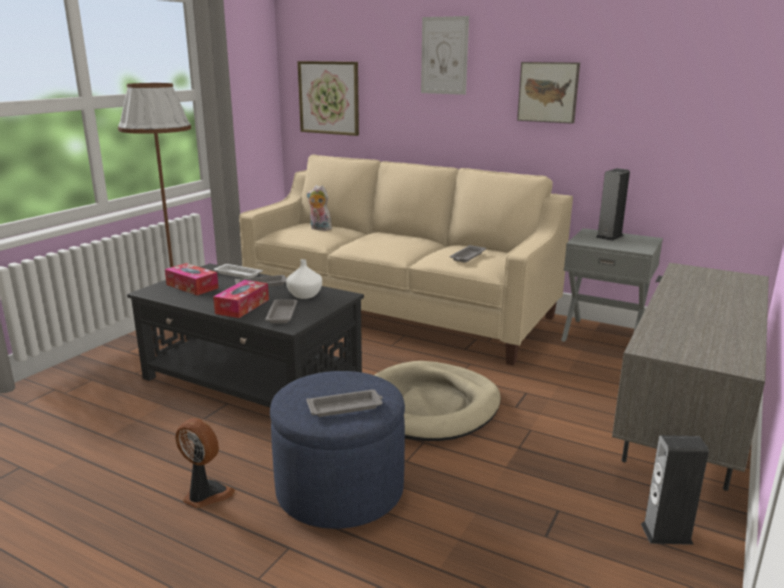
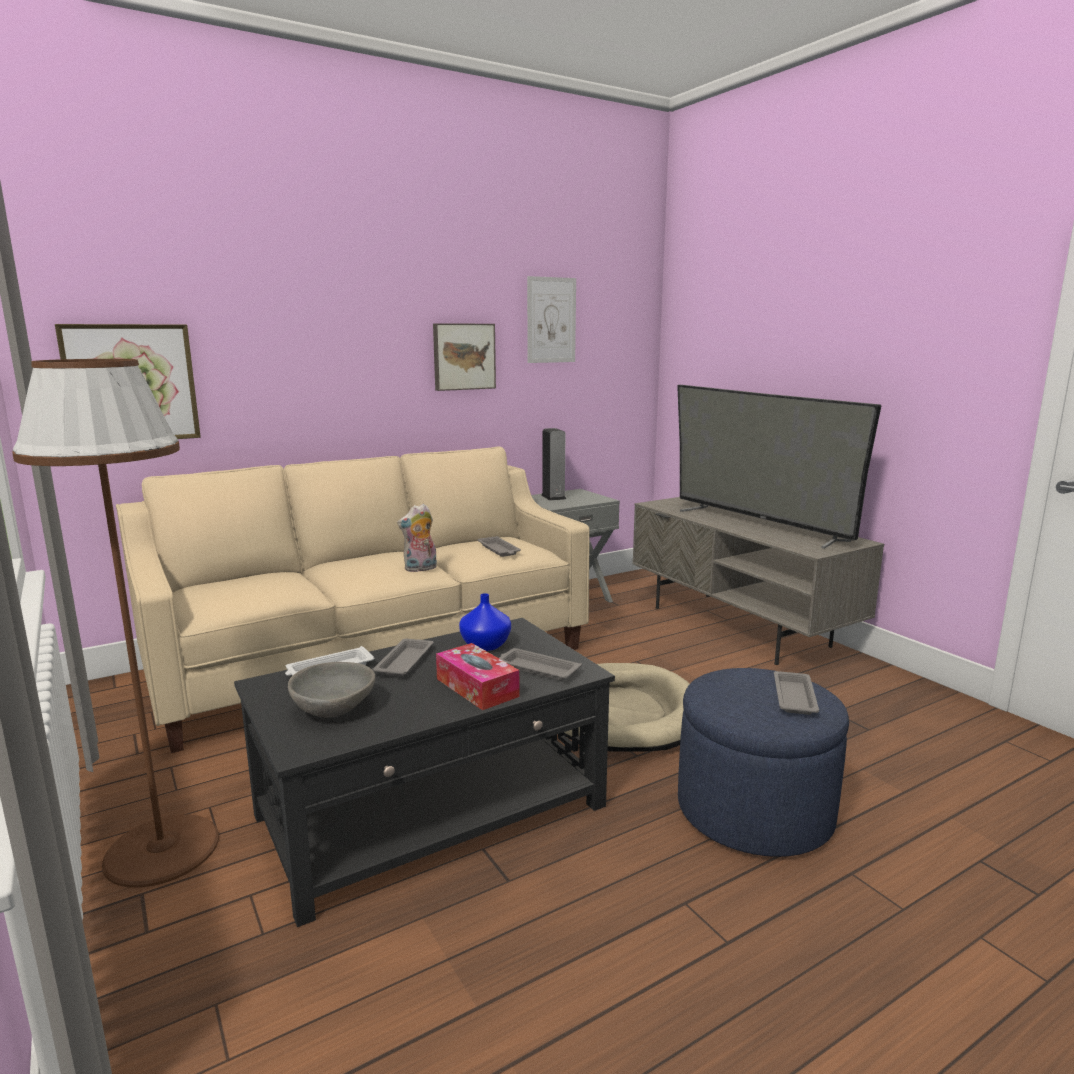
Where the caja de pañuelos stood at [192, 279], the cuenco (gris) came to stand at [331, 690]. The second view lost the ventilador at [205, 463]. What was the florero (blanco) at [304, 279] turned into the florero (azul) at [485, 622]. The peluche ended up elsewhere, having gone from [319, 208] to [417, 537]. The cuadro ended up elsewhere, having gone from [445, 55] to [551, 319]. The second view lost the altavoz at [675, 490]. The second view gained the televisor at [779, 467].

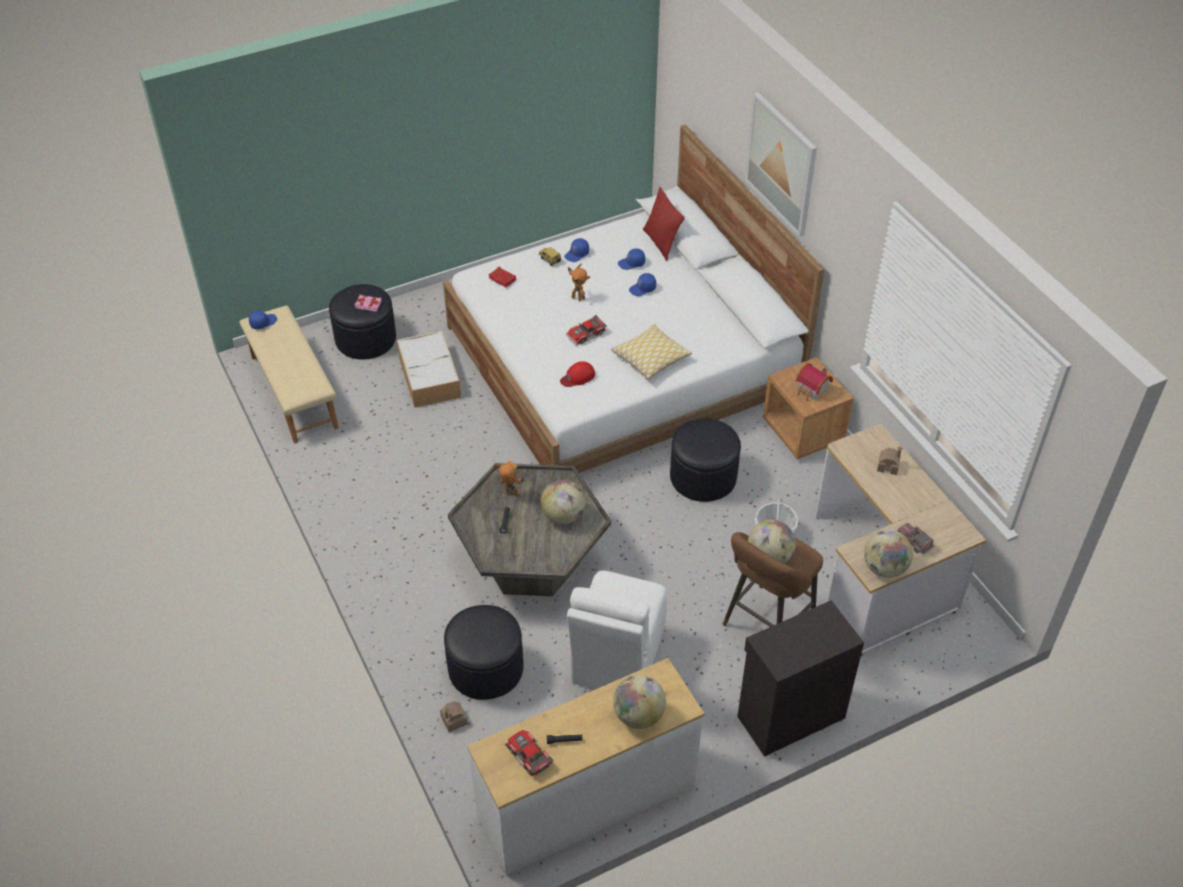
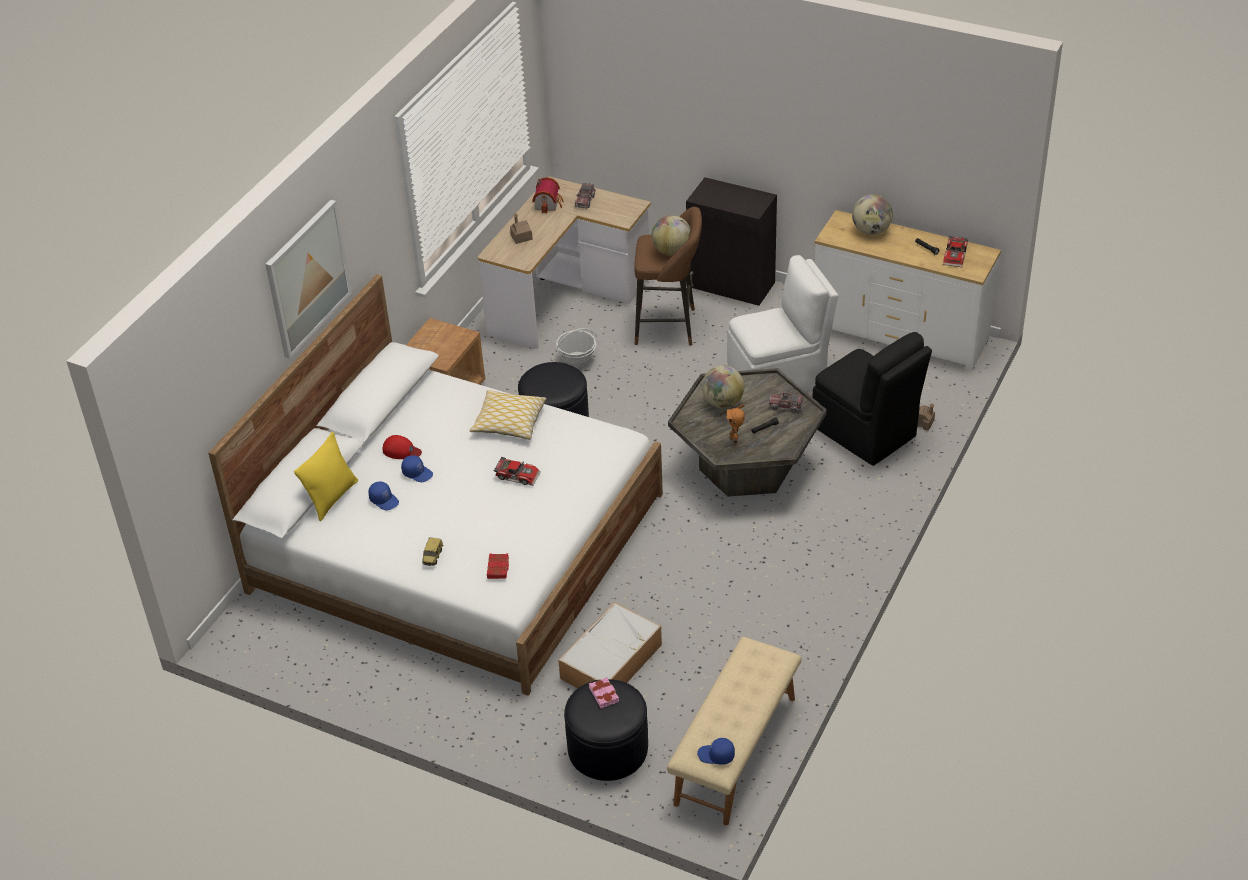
Where the puf (negro) stood at [484, 652], the silla (negro) came to stand at [872, 399]. The gorra (rojo) ended up elsewhere, having gone from [577, 374] to [402, 447]. The second view lost the gorra (azul) at [576, 250]. The second view lost the robot de juguete at [579, 282]. What was the cojín (rojo) at [664, 224] turned into the cojín (amarillo) at [326, 476]. The casita ended up elsewhere, having gone from [814, 382] to [548, 195]. The second view lost the globo terráqueo at [888, 554]. The second view gained the camión de juguete at [786, 402].

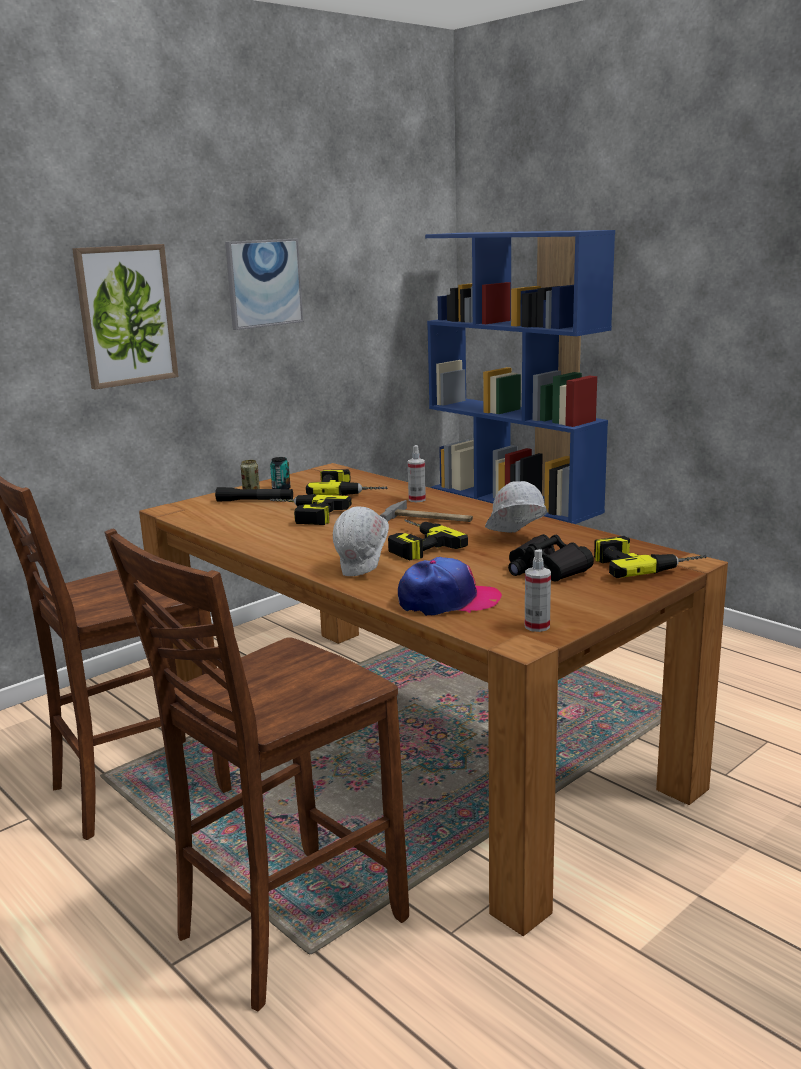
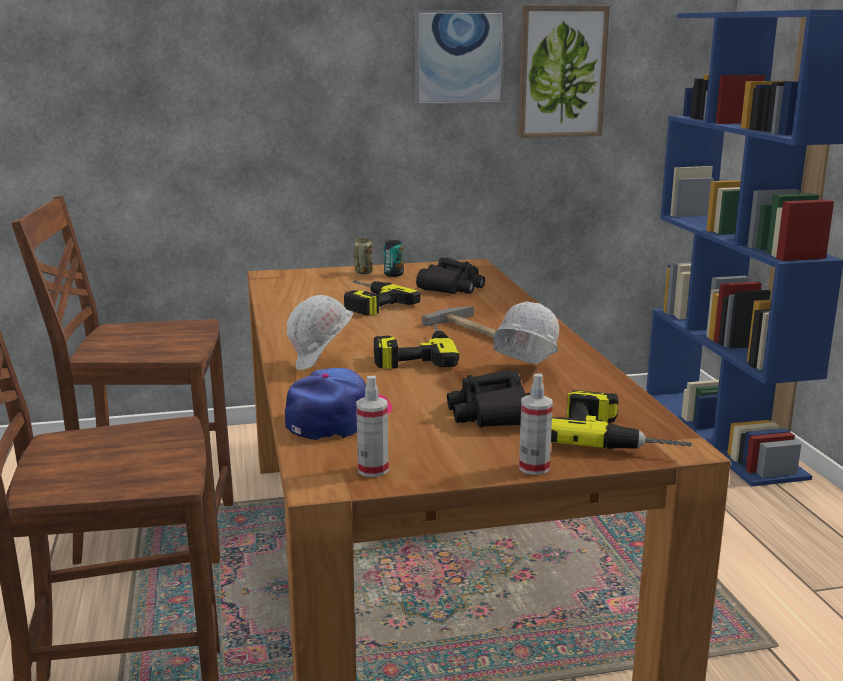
The cuadro ended up elsewhere, having gone from [125, 317] to [564, 71]. The second view lost the linterna (negro) at [254, 494]. Where the taladro stood at [346, 482], the prismáticos (negro) came to stand at [450, 275]. The gorra at [450, 586] ended up facing another way, 75 degrees counterclockwise from before. The pulverizador ended up elsewhere, having gone from [417, 473] to [536, 424].

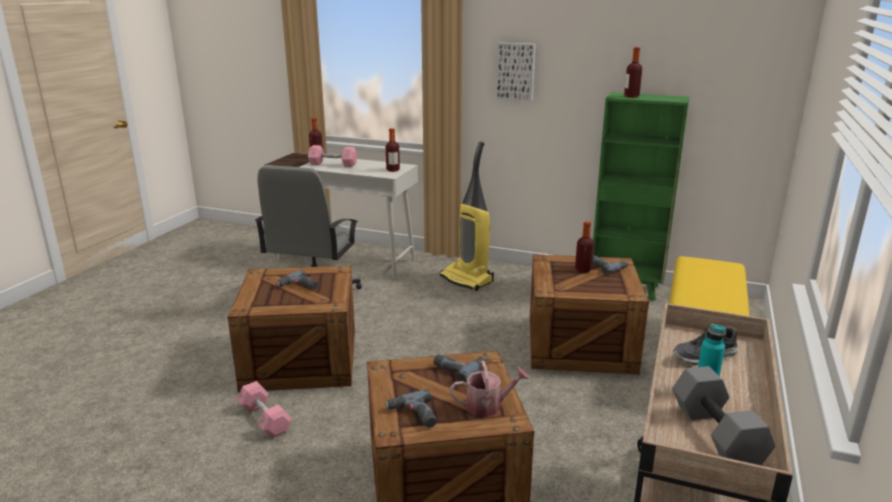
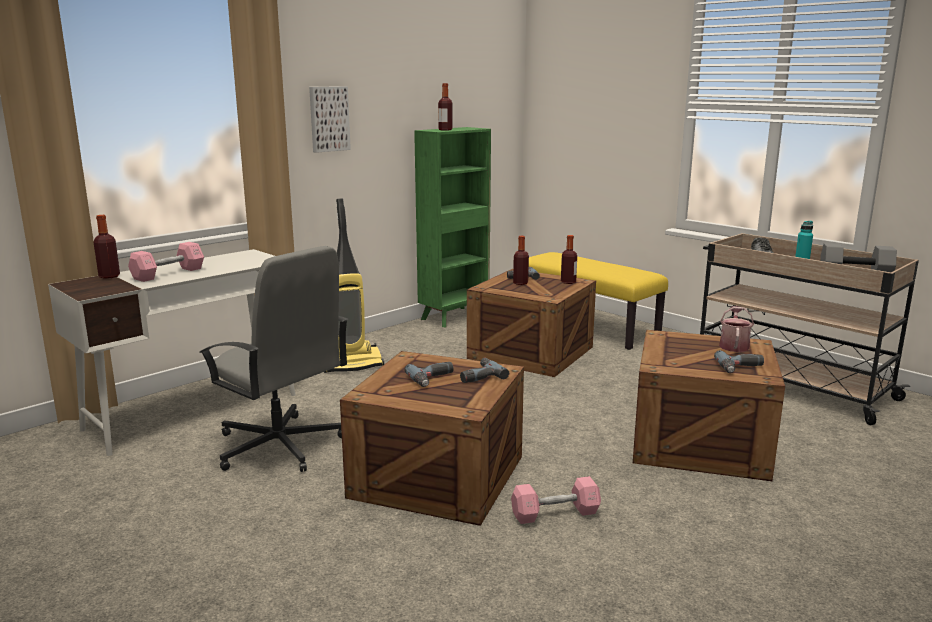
The botella ended up elsewhere, having gone from [393, 150] to [569, 259]. The taladro ended up elsewhere, having gone from [459, 368] to [484, 370].

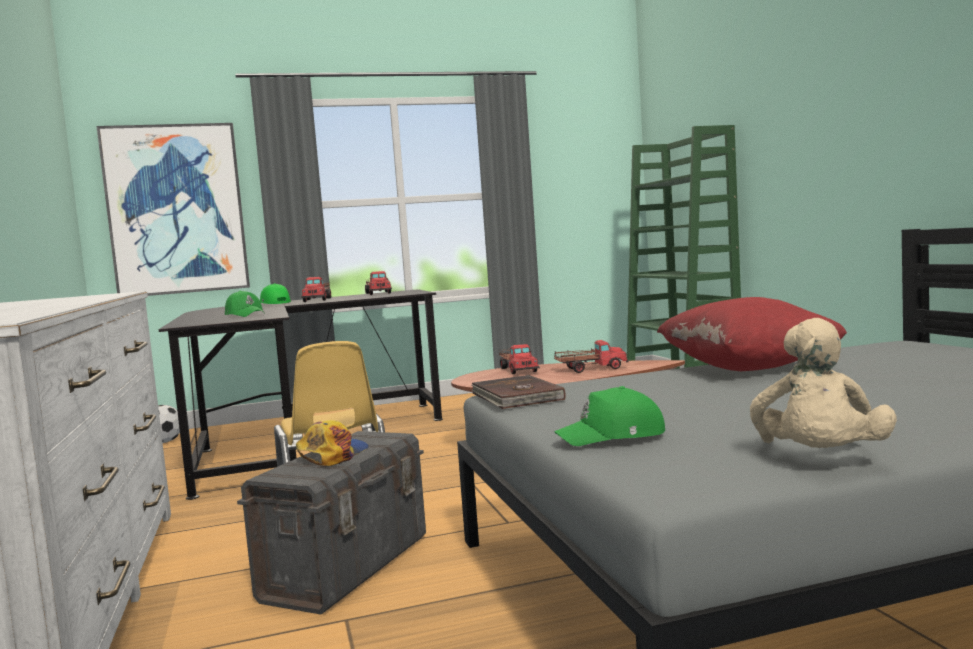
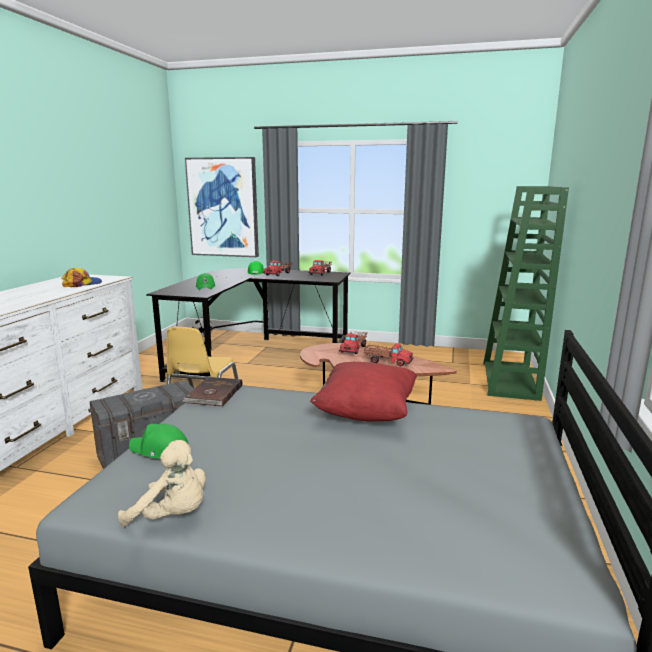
The gorra ended up elsewhere, having gone from [332, 443] to [81, 277]. The peluche (beis) at [823, 383] ended up facing another way, 120 degrees counterclockwise from before.

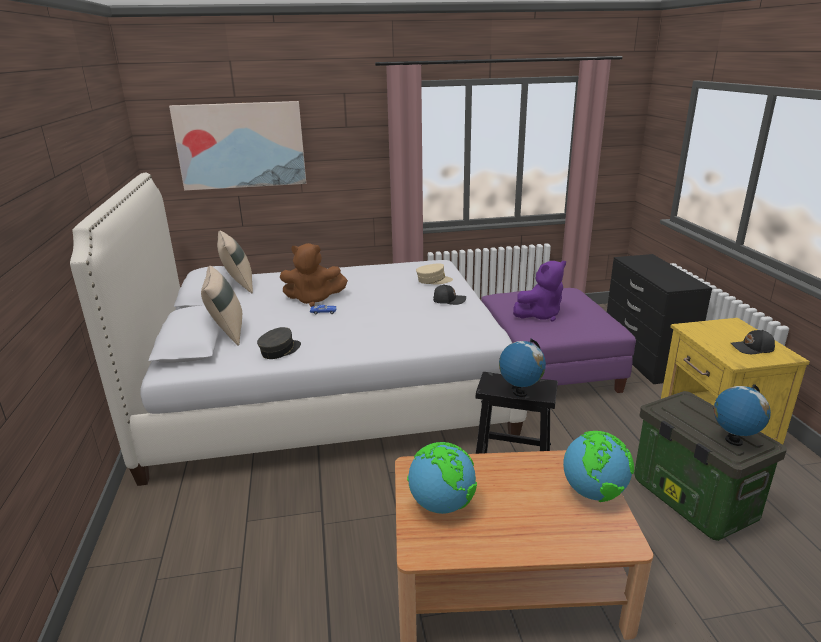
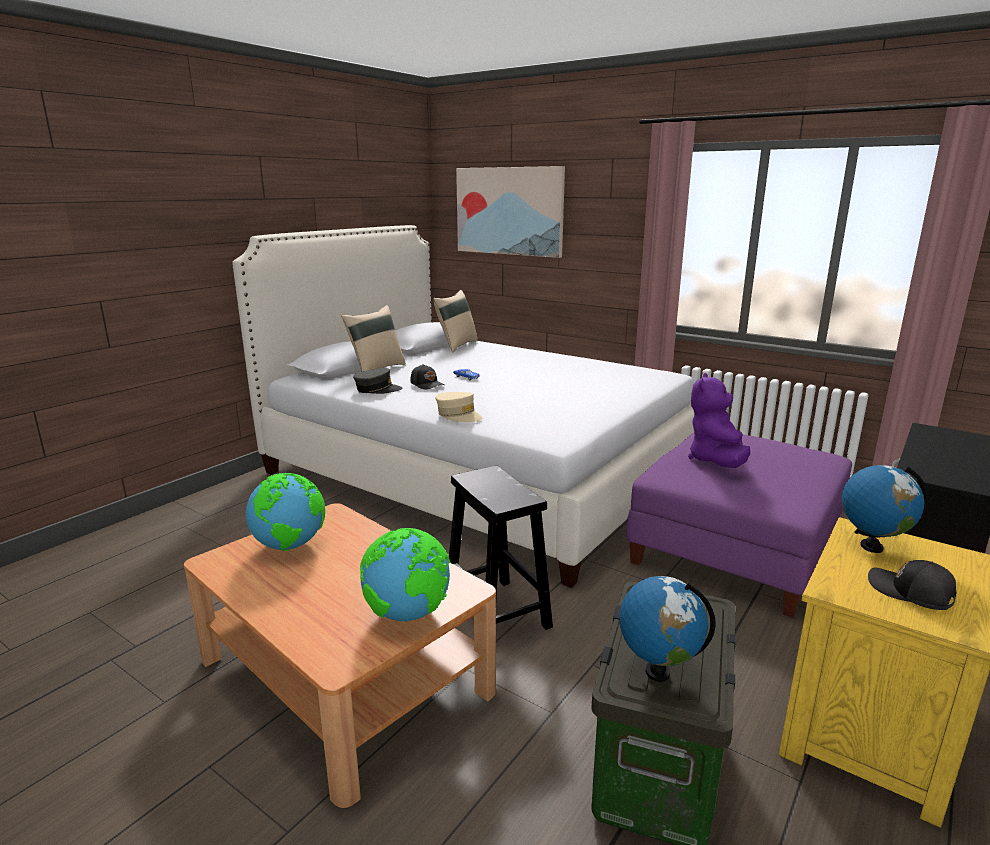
The second view lost the peluche (marrón) at [314, 275]. The gorra (beis) ended up elsewhere, having gone from [434, 274] to [459, 407]. The gorra (negro) ended up elsewhere, having gone from [449, 294] to [427, 376]. The globo terráqueo ended up elsewhere, having gone from [522, 368] to [885, 509]. The peluche (morado) at [539, 291] ended up facing another way, 90 degrees clockwise from before.

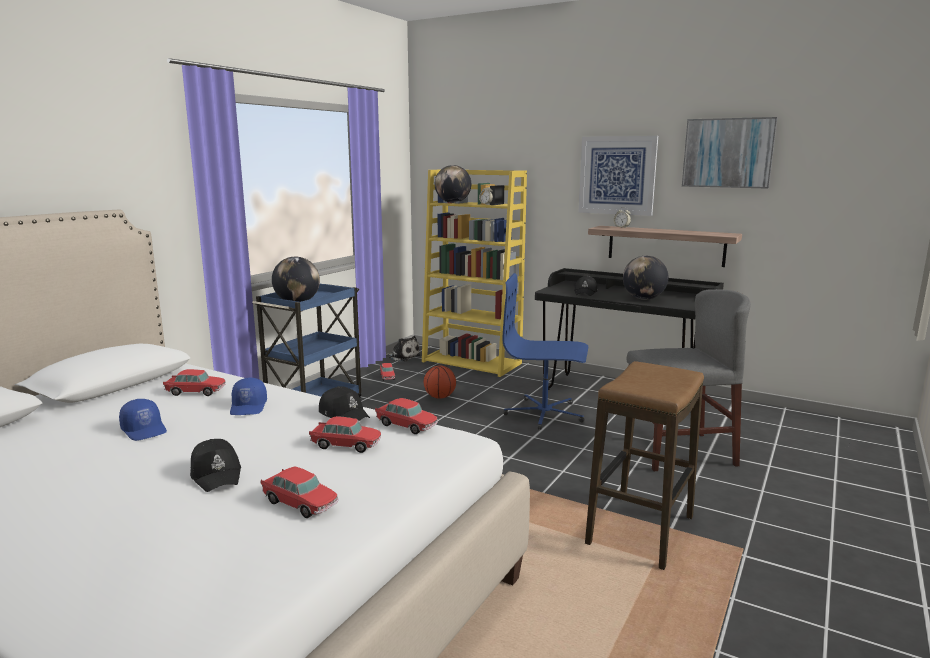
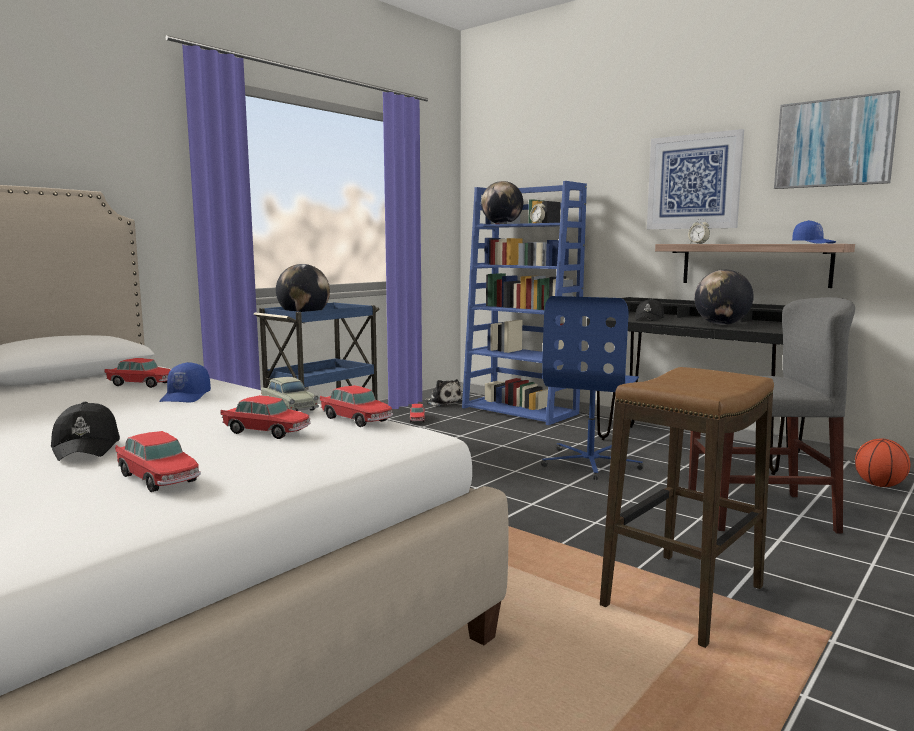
The gorra (azul) ended up elsewhere, having gone from [143, 420] to [814, 232]. Where the gorra (negro) stood at [344, 403], the coche de juguete (beis) came to stand at [290, 394]. What was the estantería (amarillo) at [474, 273] turned into the estantería (azul) at [524, 303]. The balón de baloncesto ended up elsewhere, having gone from [440, 382] to [882, 463]. The silla de oficina (azul) at [545, 351] ended up facing another way, 90 degrees counterclockwise from before.

